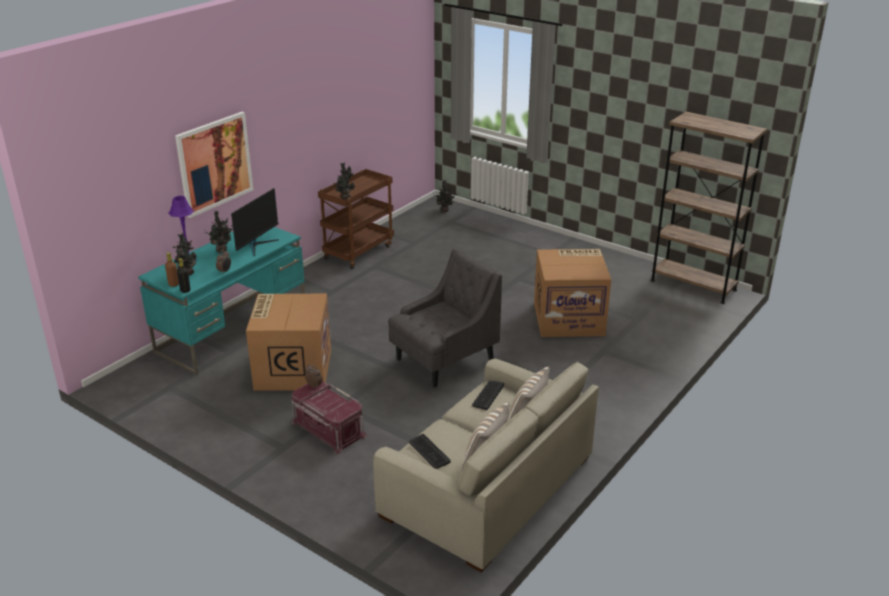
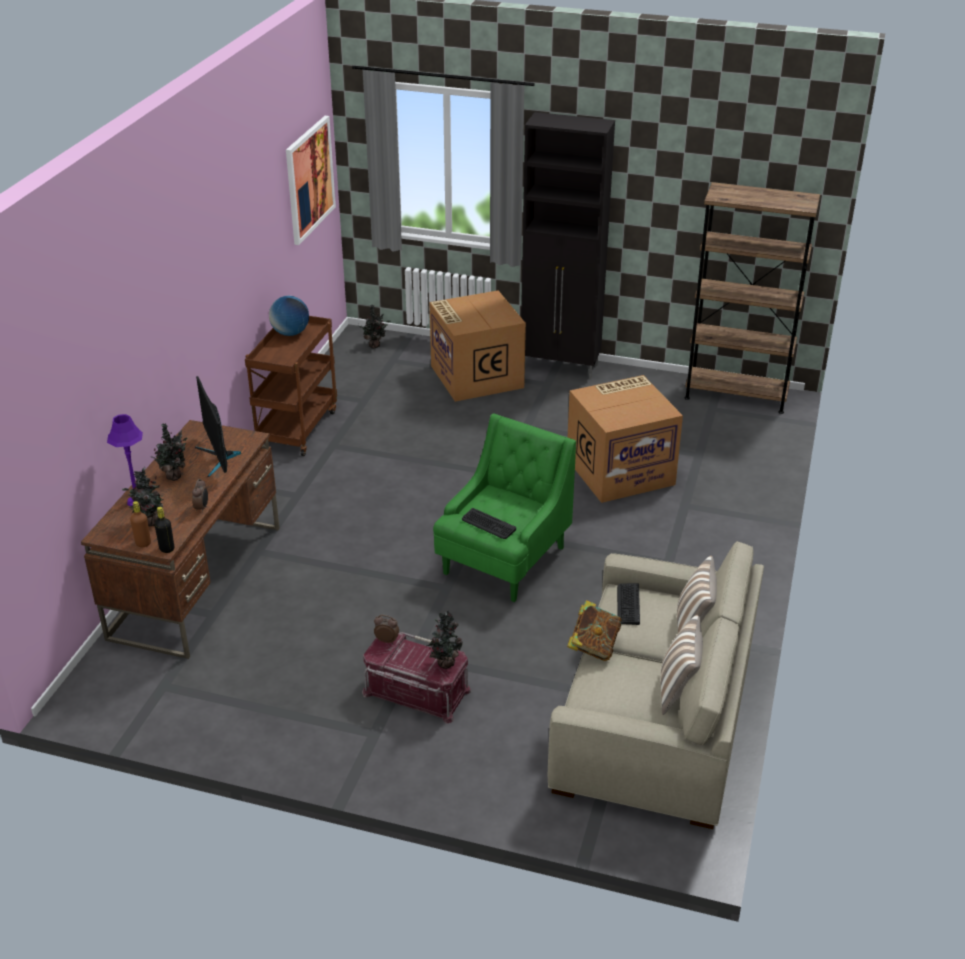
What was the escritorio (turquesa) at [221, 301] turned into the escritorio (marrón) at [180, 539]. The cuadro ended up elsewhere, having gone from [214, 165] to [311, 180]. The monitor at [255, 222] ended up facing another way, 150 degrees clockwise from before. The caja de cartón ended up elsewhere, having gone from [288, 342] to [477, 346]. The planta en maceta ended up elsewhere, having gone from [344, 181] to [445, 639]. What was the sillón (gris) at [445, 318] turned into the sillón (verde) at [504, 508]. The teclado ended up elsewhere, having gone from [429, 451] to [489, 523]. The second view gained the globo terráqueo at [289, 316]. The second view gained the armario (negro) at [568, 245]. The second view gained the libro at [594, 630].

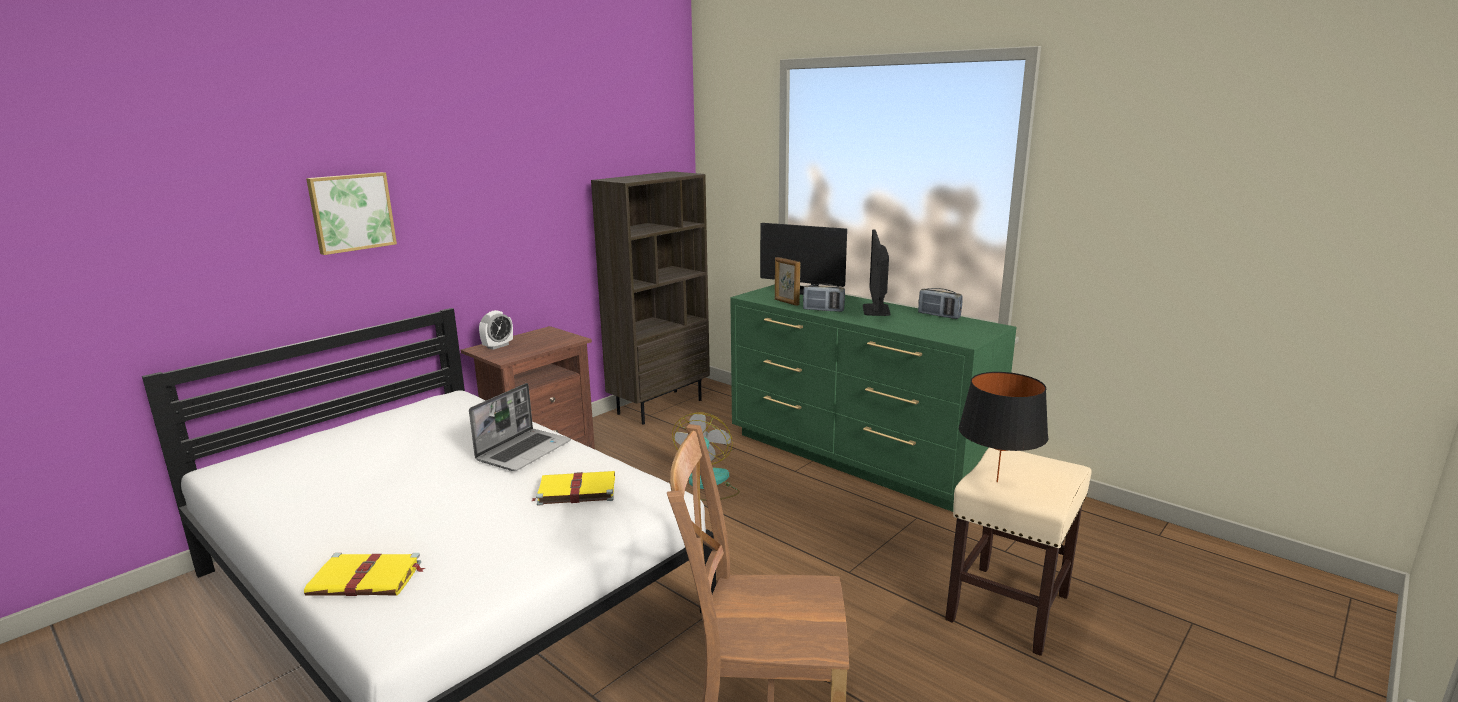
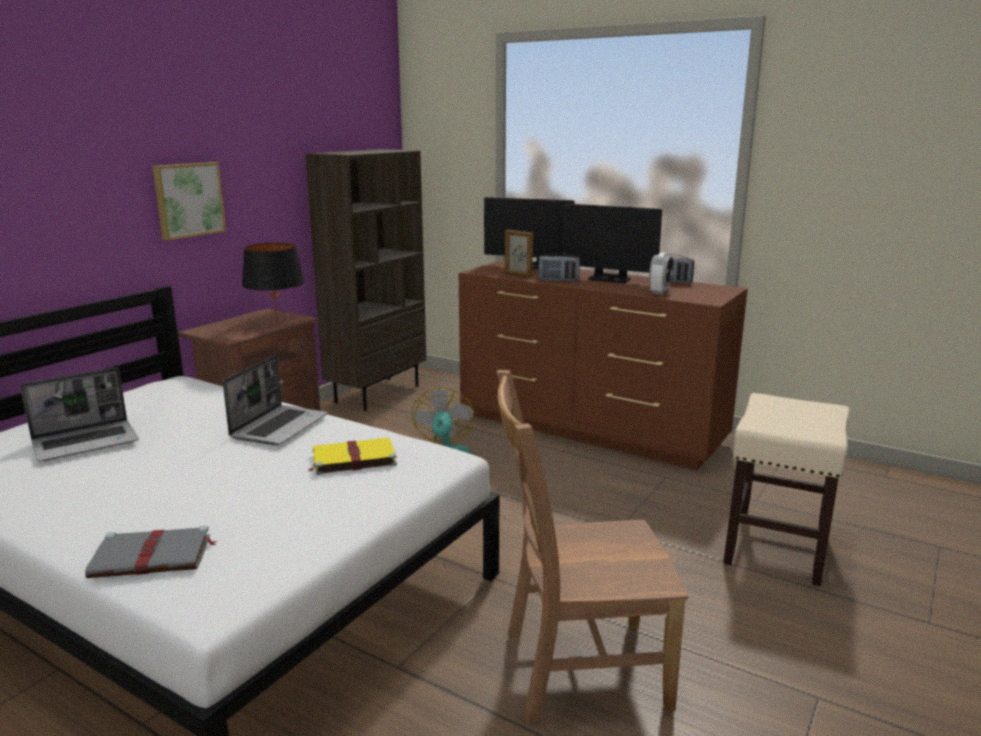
What was the libro (amarillo) at [364, 574] turned into the libro (gris) at [151, 552]. The cuadro ended up elsewhere, having gone from [351, 213] to [189, 201]. The despertador ended up elsewhere, having gone from [496, 330] to [661, 273]. What was the cómoda (verde) at [873, 398] turned into the cómoda (marrón) at [603, 365]. The monitor at [876, 272] ended up facing another way, 60 degrees counterclockwise from before. The lámpara de mesa (negro) ended up elsewhere, having gone from [1004, 427] to [273, 283]. The second view gained the portátil at [79, 415].

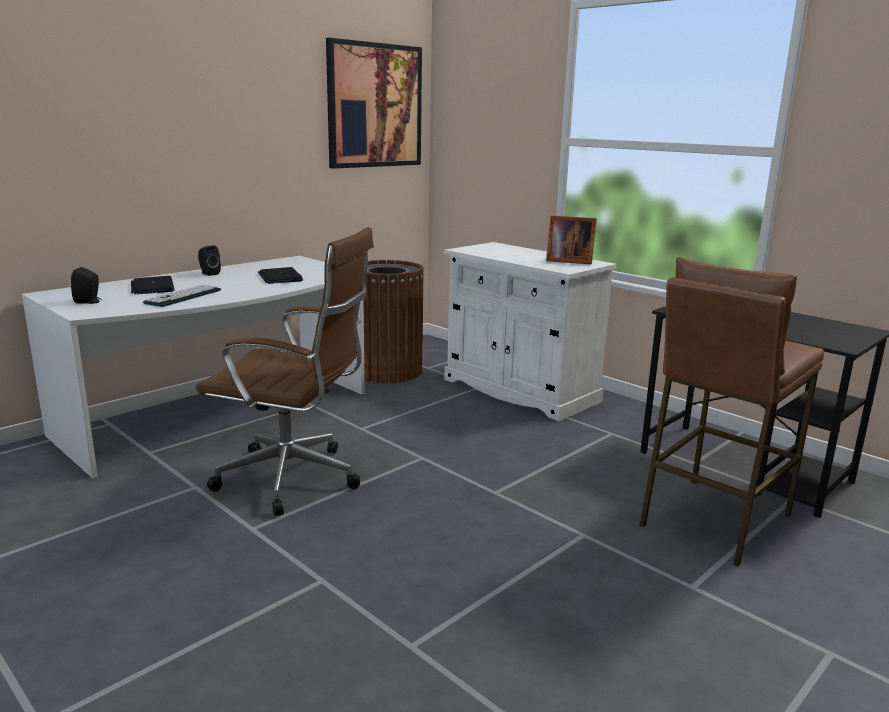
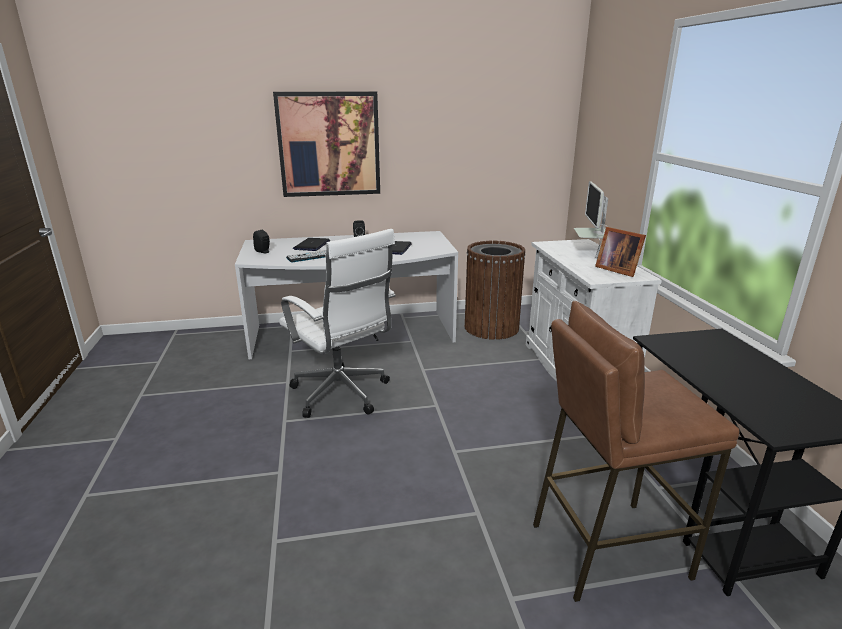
What was the silla de oficina (marrón) at [285, 371] turned into the silla de oficina (blanco) at [337, 323]. The cuadro ended up elsewhere, having gone from [374, 103] to [326, 144]. The second view gained the monitor at [591, 219].

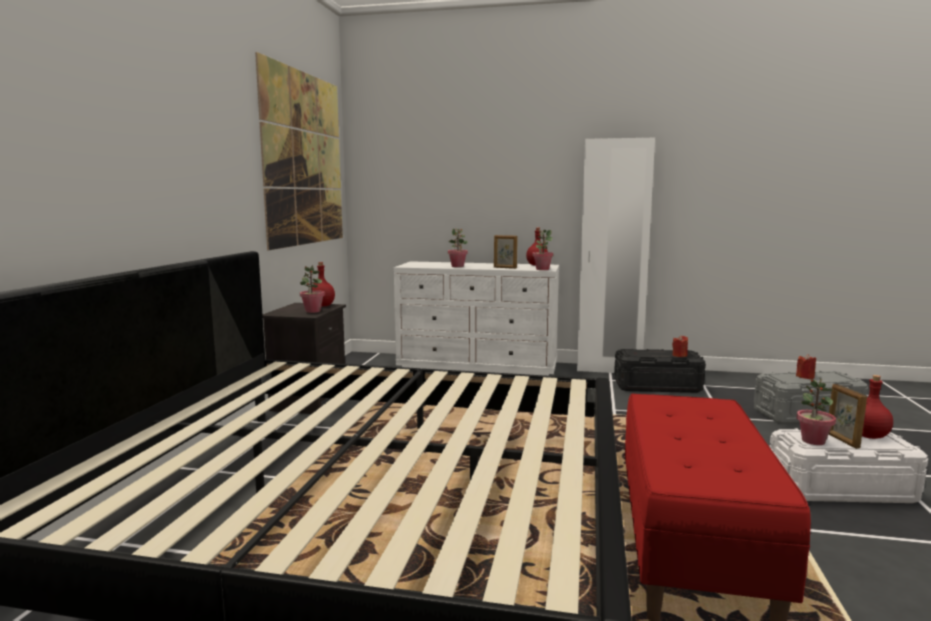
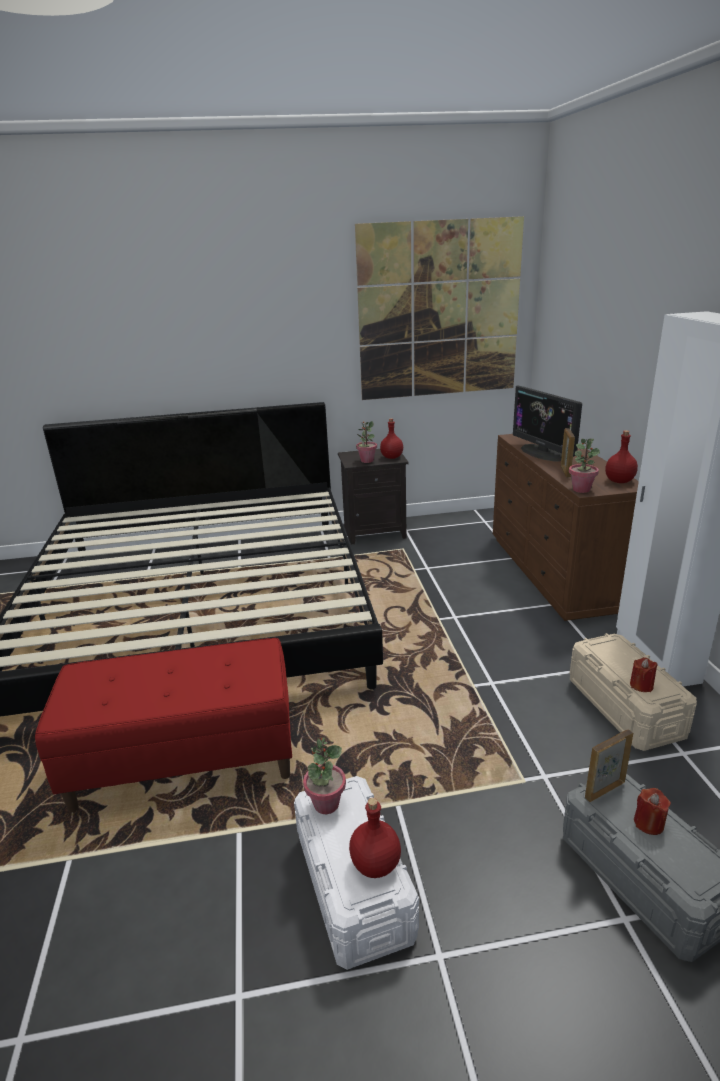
What was the cómoda (blanco) at [476, 318] turned into the cómoda (marrón) at [566, 527]. Where the planta en maceta stood at [458, 247], the monitor came to stand at [547, 423]. What was the caja de almacenaje (negro) at [660, 371] turned into the caja de almacenaje (beis) at [633, 692]. The portarretratos ended up elsewhere, having gone from [848, 416] to [609, 765].

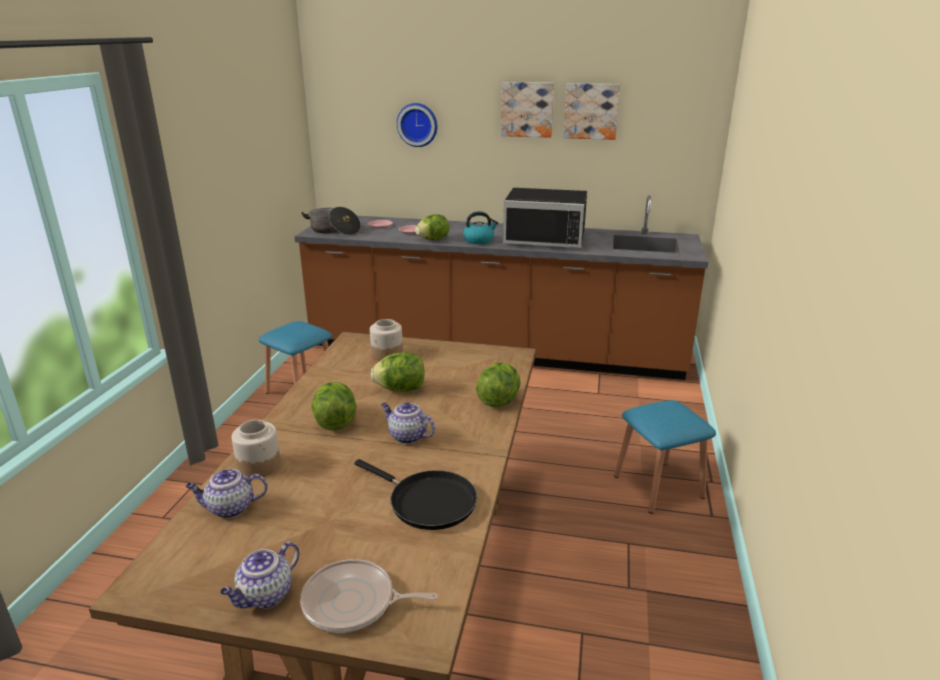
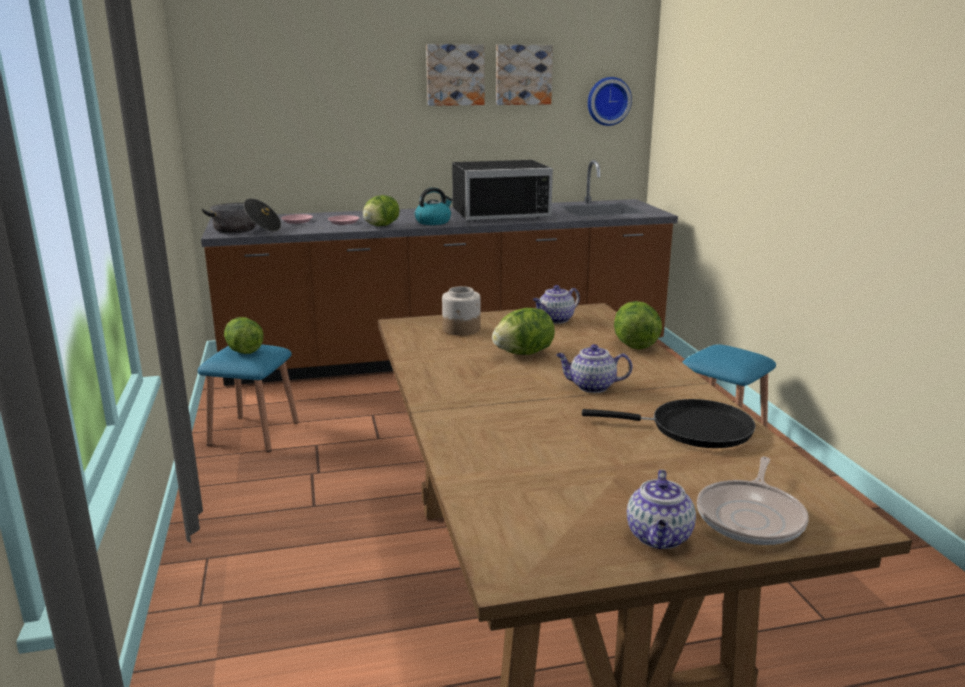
The tetera ended up elsewhere, having gone from [226, 493] to [556, 304]. The second view lost the tarro at [256, 449]. The sartén at [369, 596] ended up facing another way, 45 degrees counterclockwise from before. The lechuga ended up elsewhere, having gone from [334, 406] to [244, 335]. The reloj de pared ended up elsewhere, having gone from [417, 125] to [610, 101].

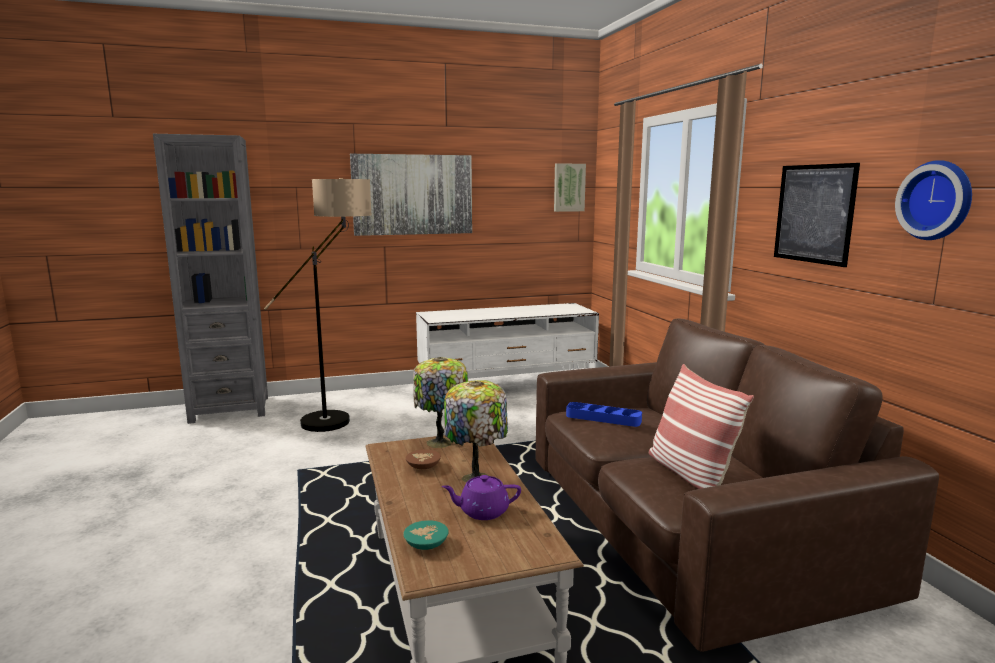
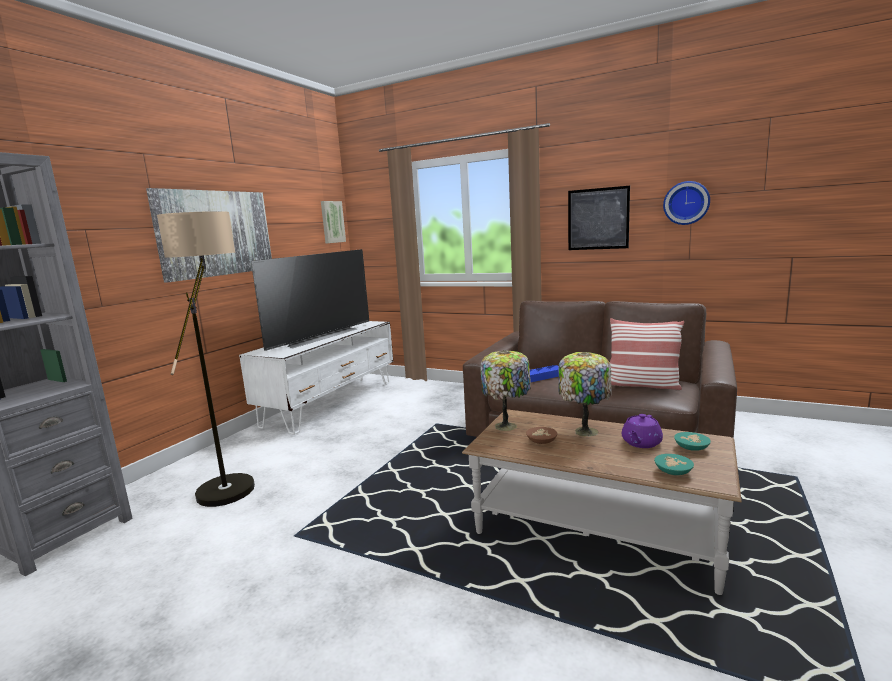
The second view gained the televisor at [310, 300]. The second view gained the cuenco (turquesa) at [692, 441].

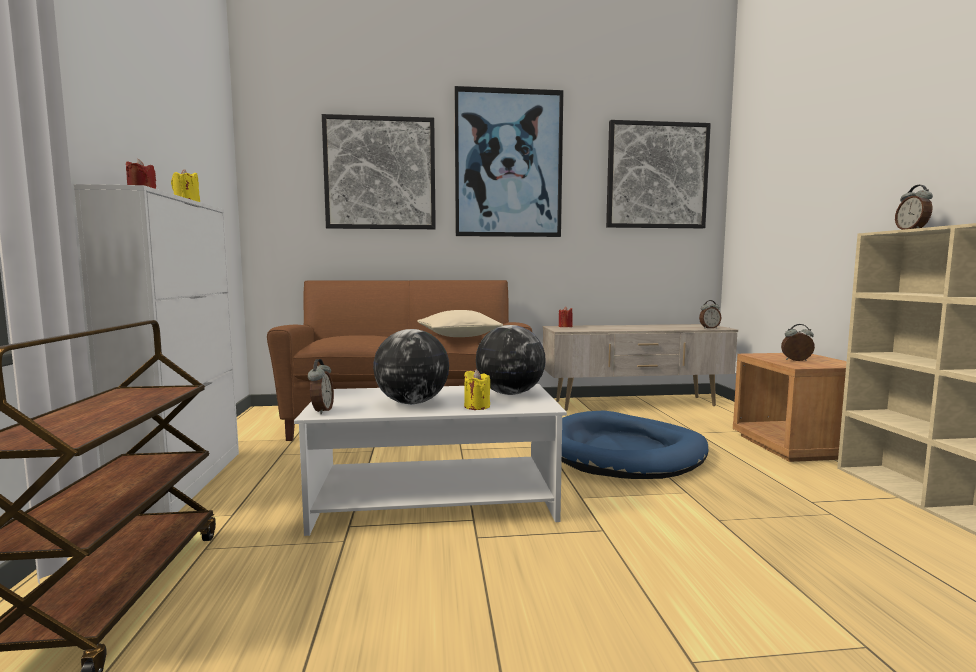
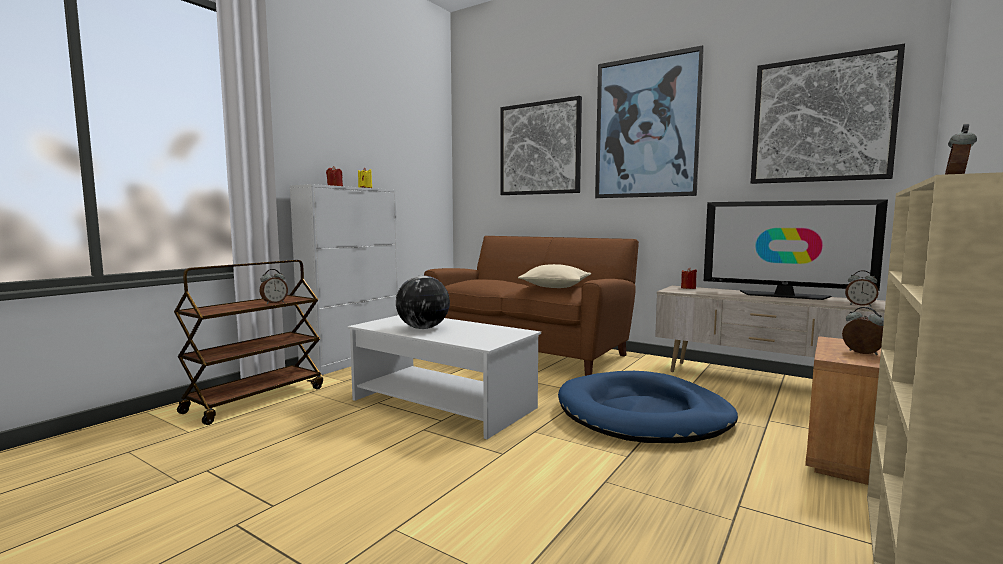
The despertador ended up elsewhere, having gone from [321, 386] to [274, 286]. The second view lost the vela (amarillo) at [477, 389]. The second view lost the globo terráqueo at [511, 360]. The second view gained the televisor at [796, 249].

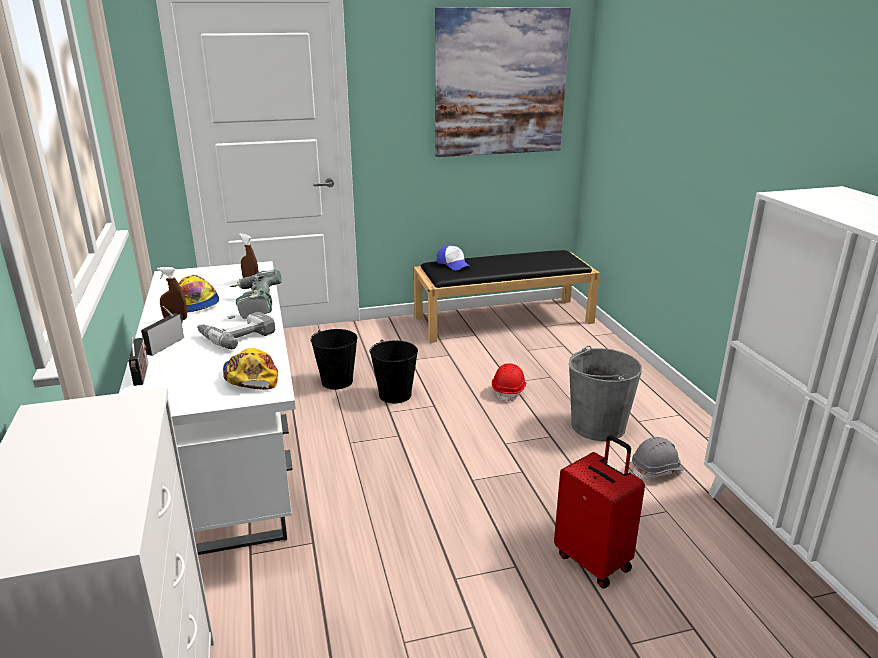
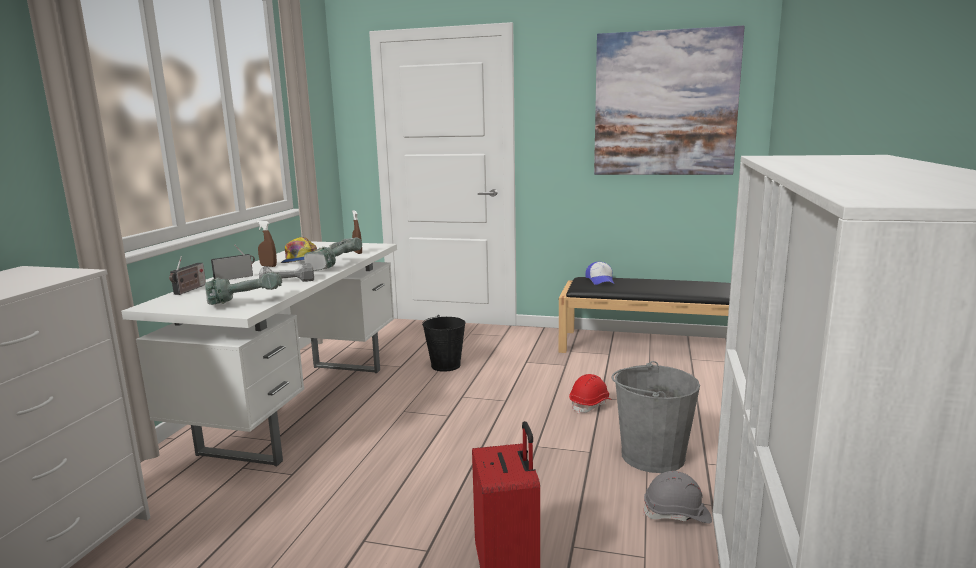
Where the gorra stood at [250, 369], the taladro came to stand at [243, 288]. The second view lost the cubo (negro) at [393, 371].

